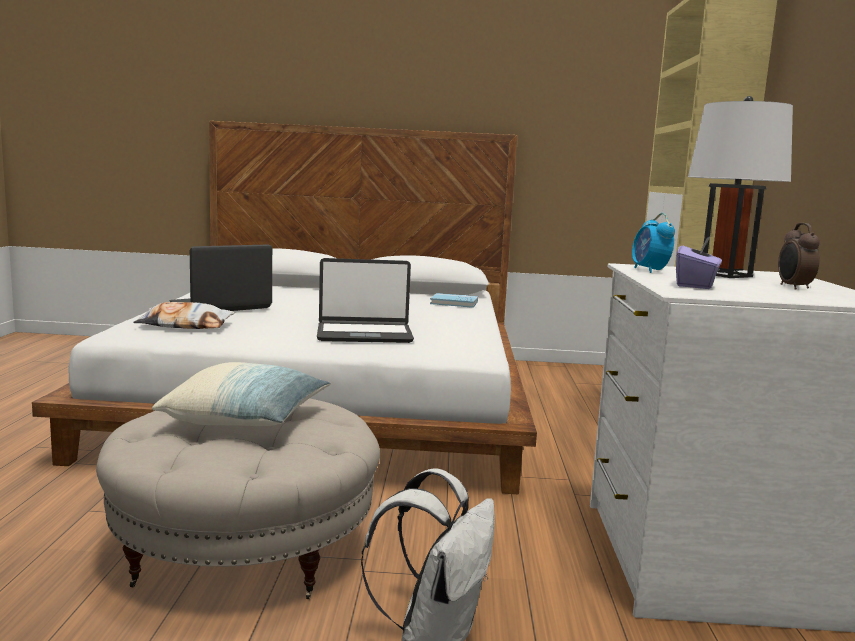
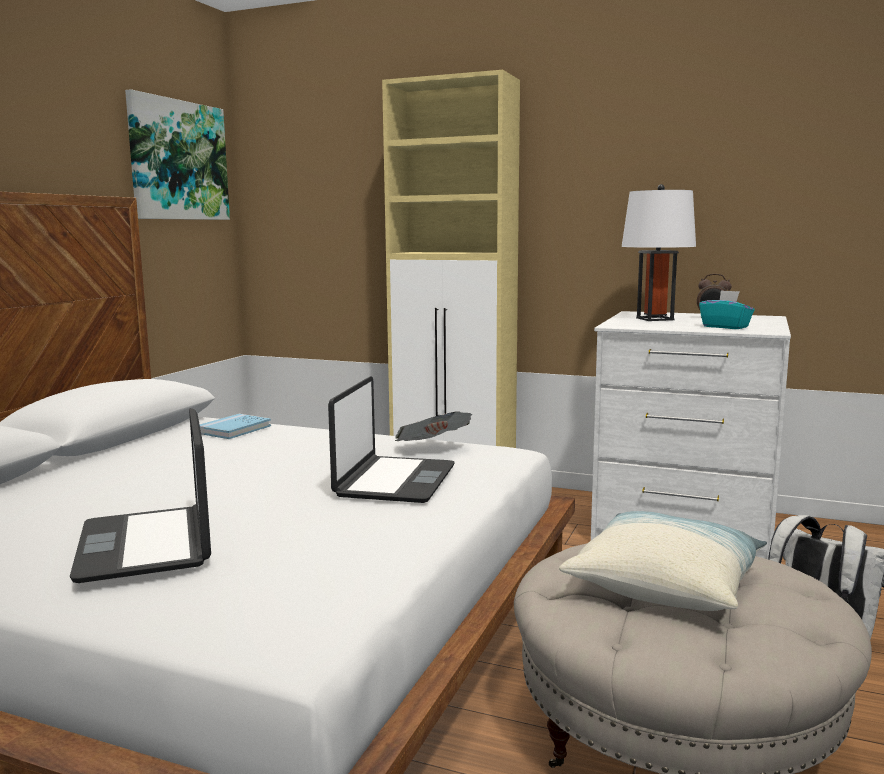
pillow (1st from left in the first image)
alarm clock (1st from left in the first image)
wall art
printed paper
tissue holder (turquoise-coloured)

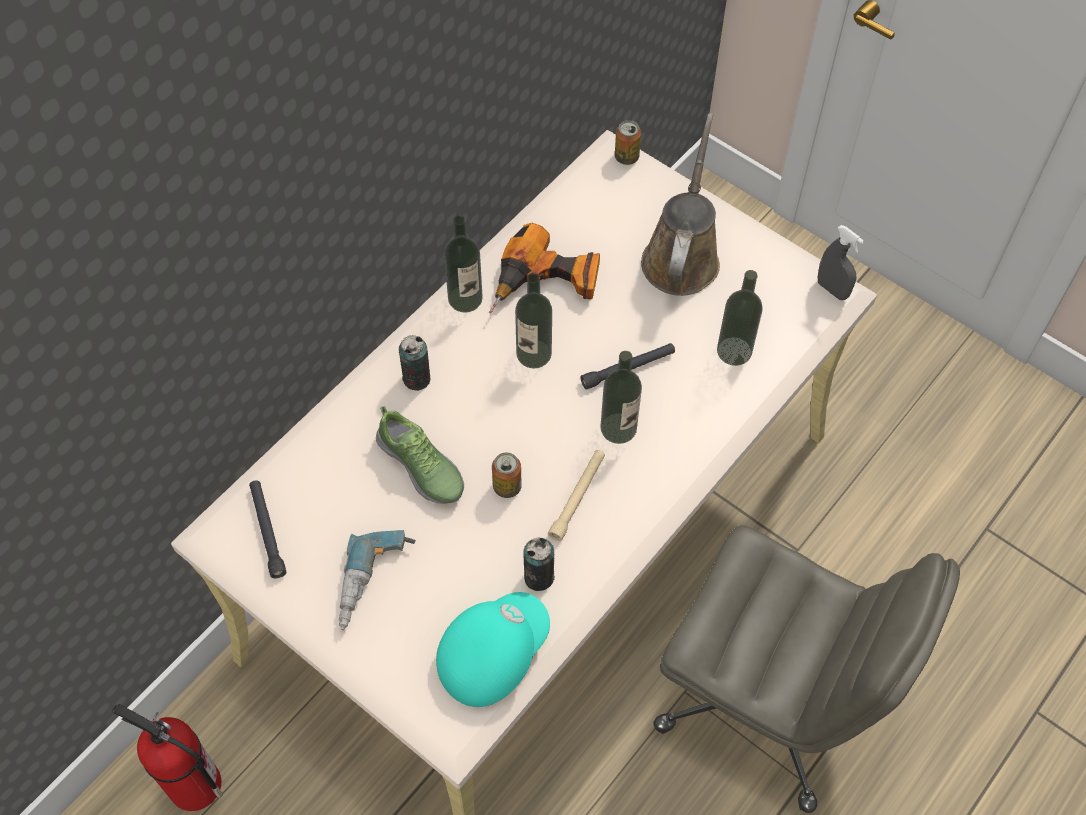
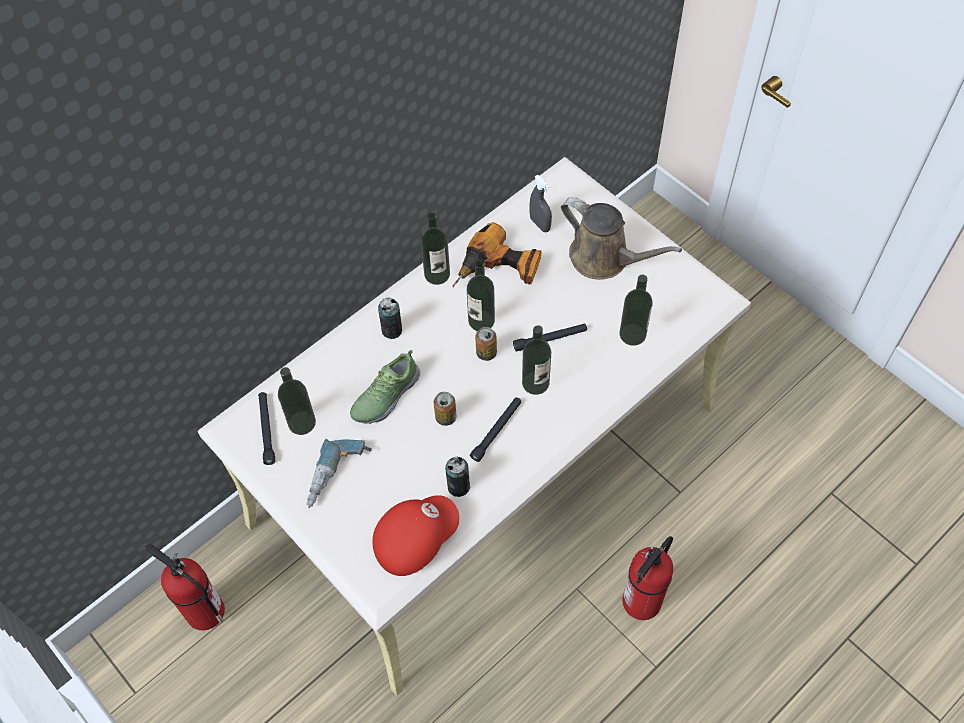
beverage bottle (1st from left)
metal can (4th from left)
spray bottle (greyish)
fire-fighting cylinder (2nd from left)
baseball cap (reddish)
hand torch (blackish) (2nd from left)
item of footwear
watering pot (brownish)

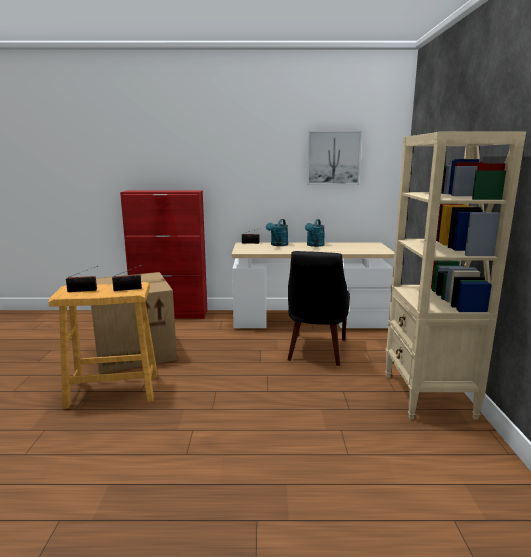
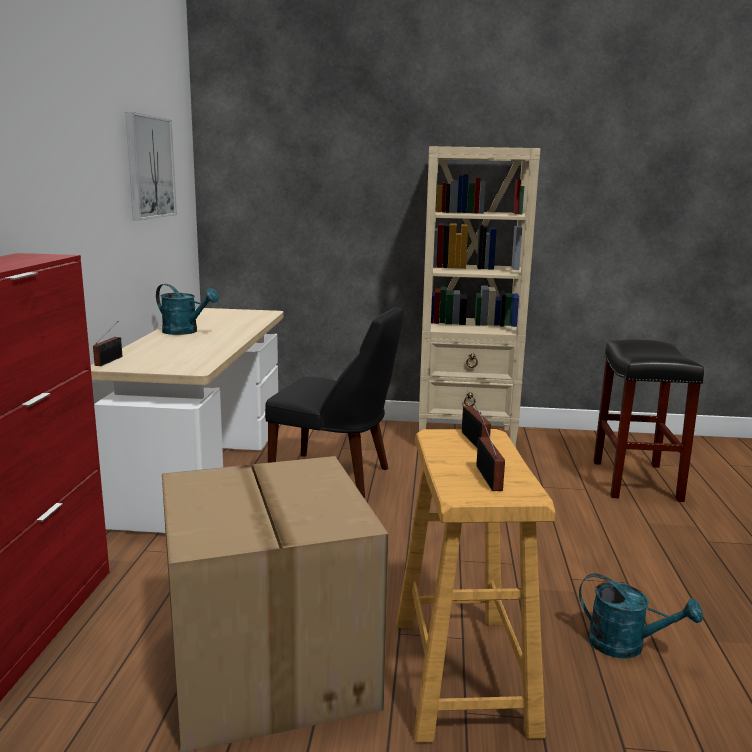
stool seat (blackish)
watering pot (turquoise-coloured) (2nd from left)

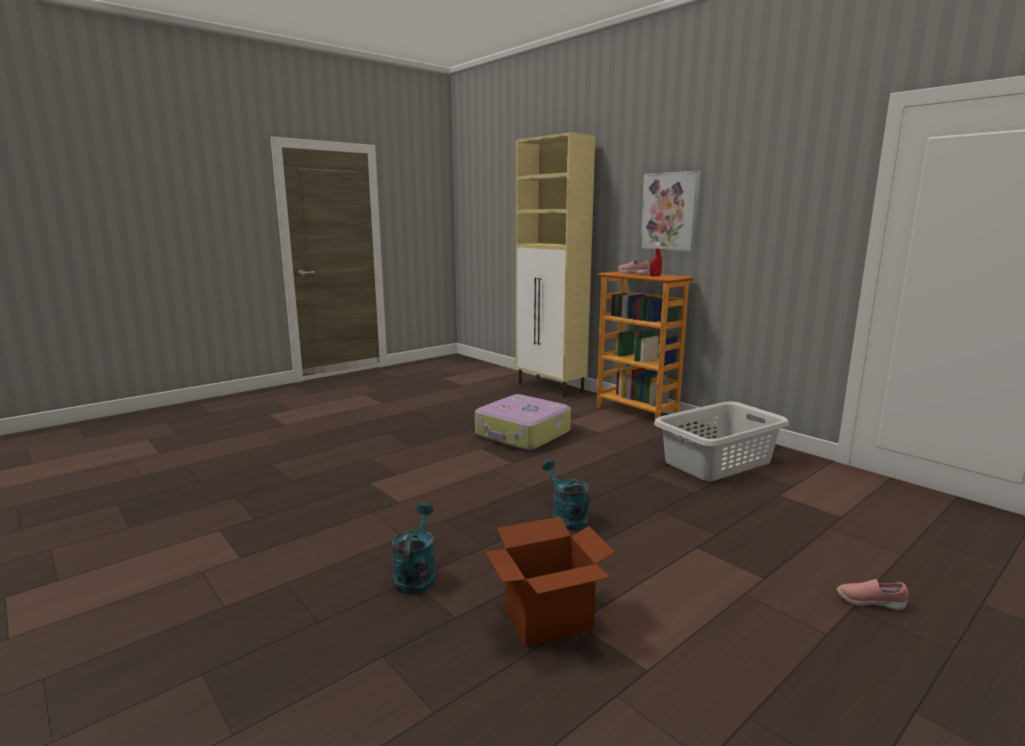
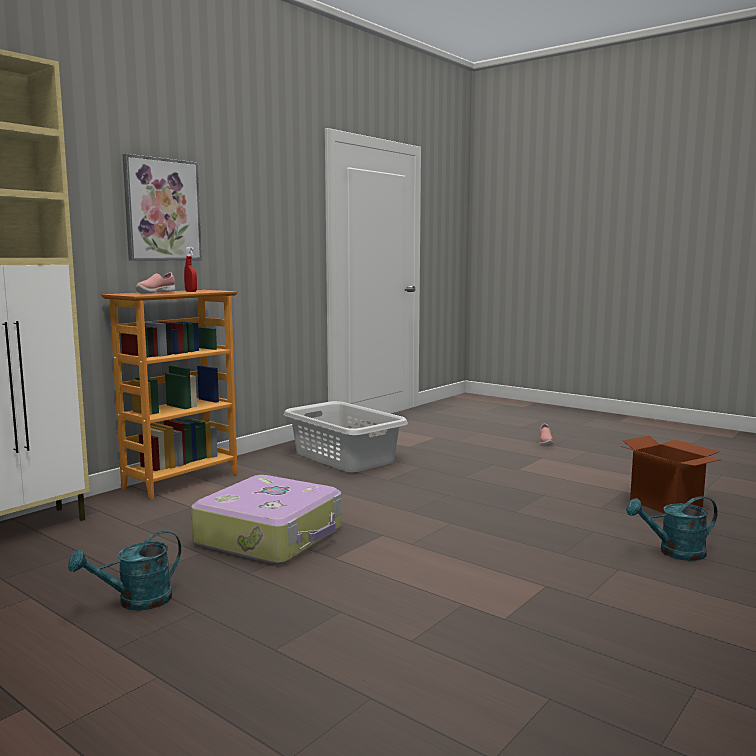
watering pot (turquoise-coloured) (1st from left)

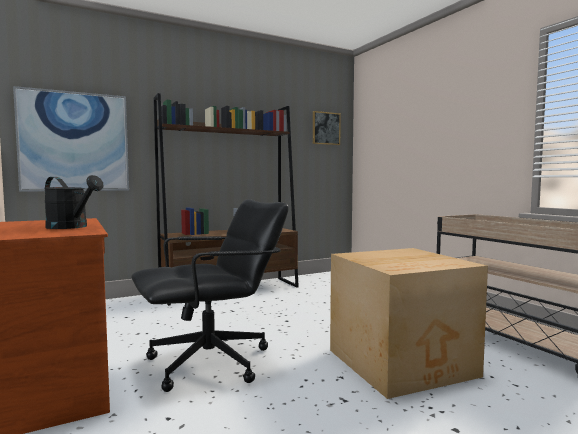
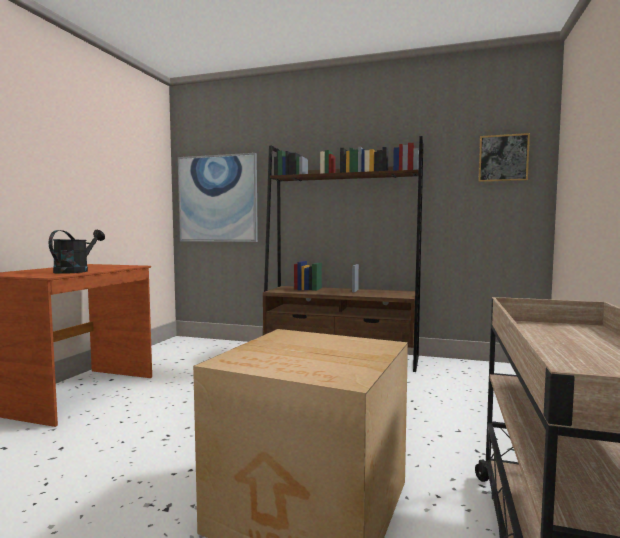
office chair (blackish)
watering pot (blackish)

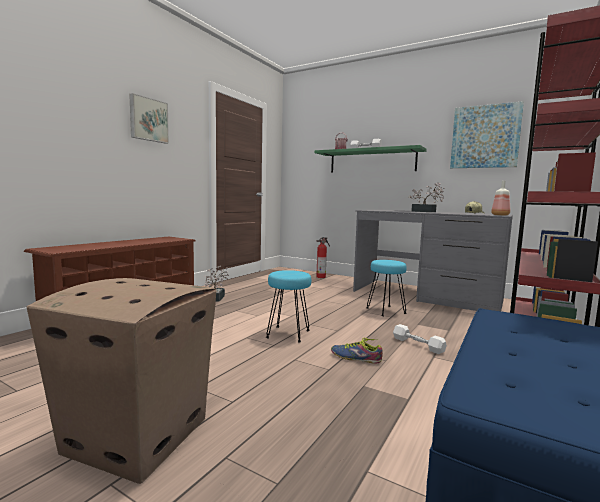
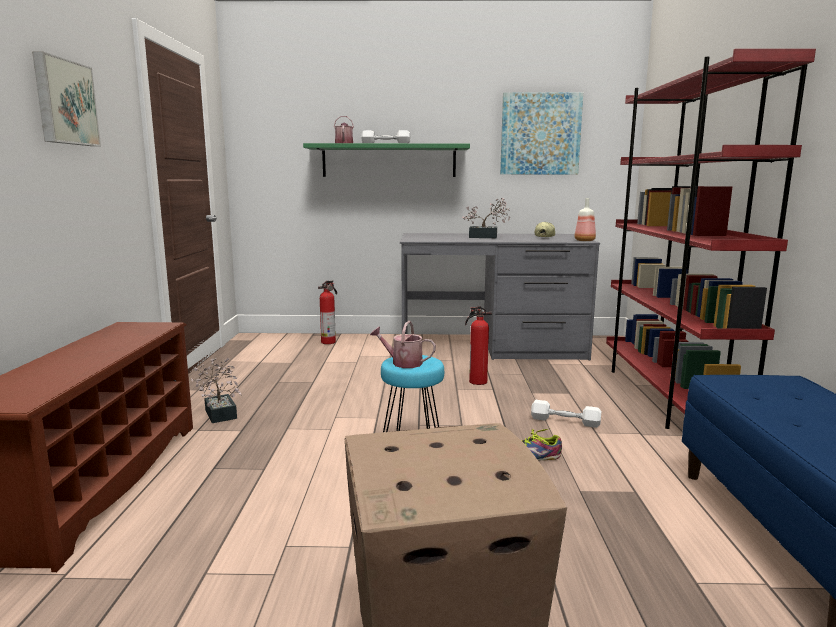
watering pot (2nd from left)
fire-fighting cylinder (2nd from left)

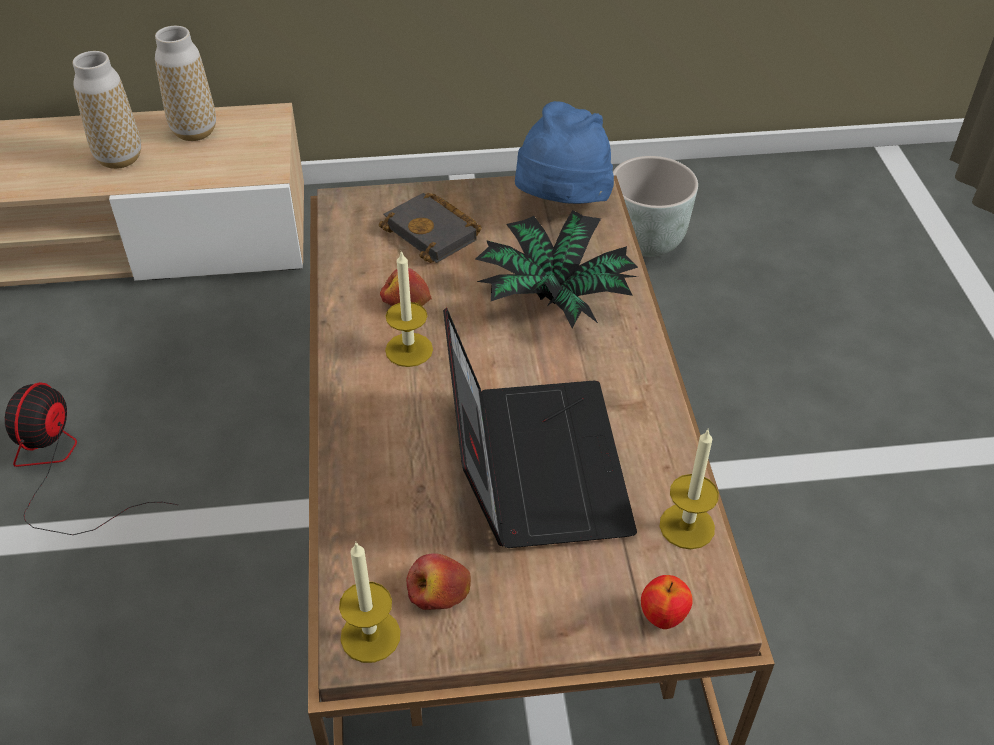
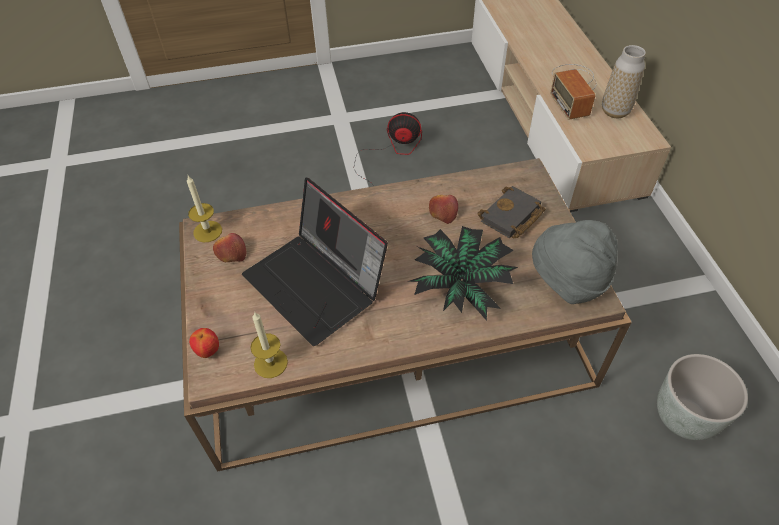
wax light (2nd from left in the first image)
radio
clothing hat (greyish)
portable computer

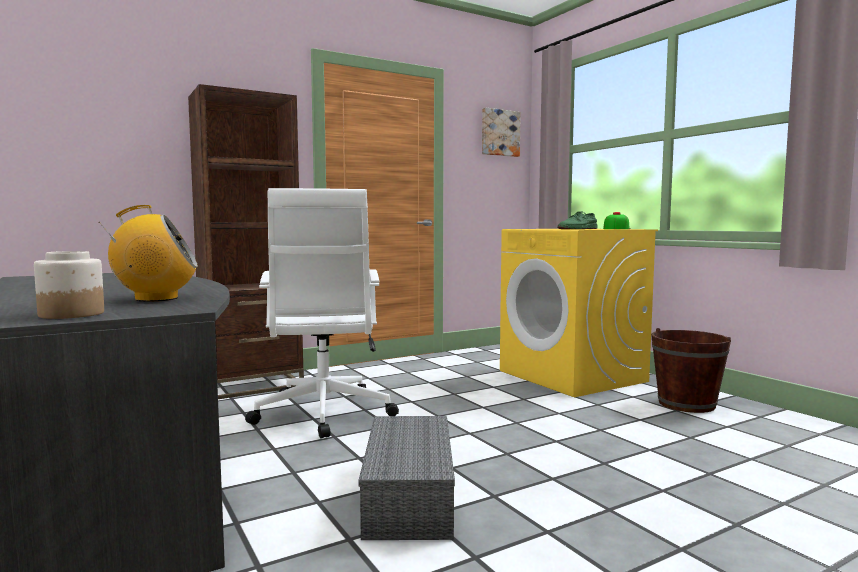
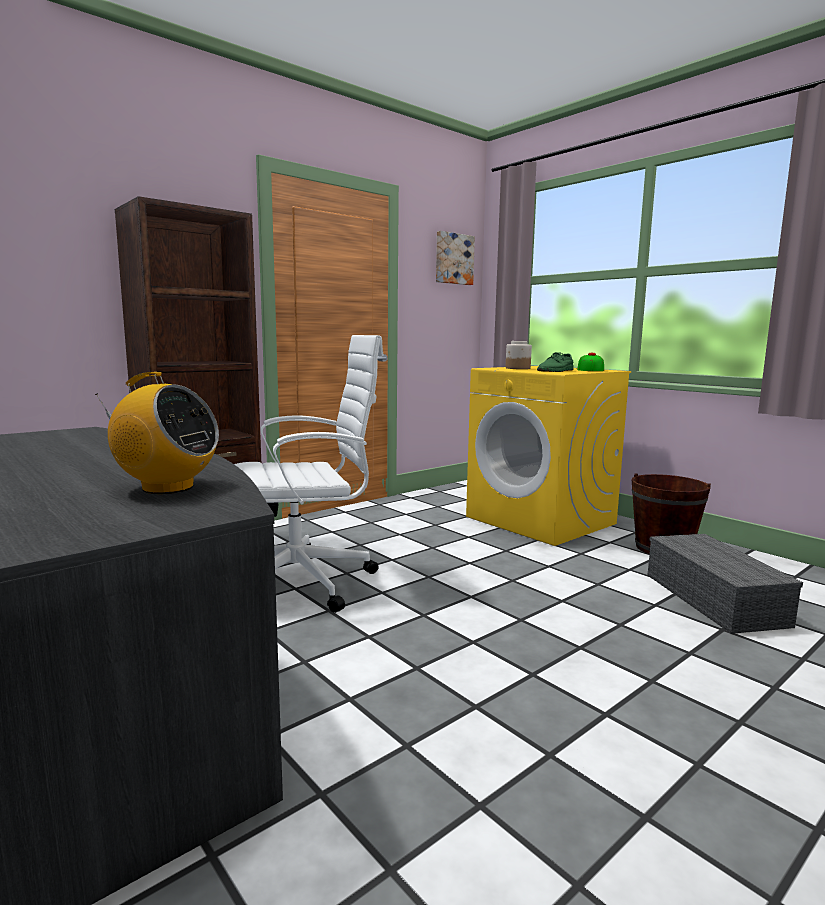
jar
storage box (greyish)
radio
office chair (white)

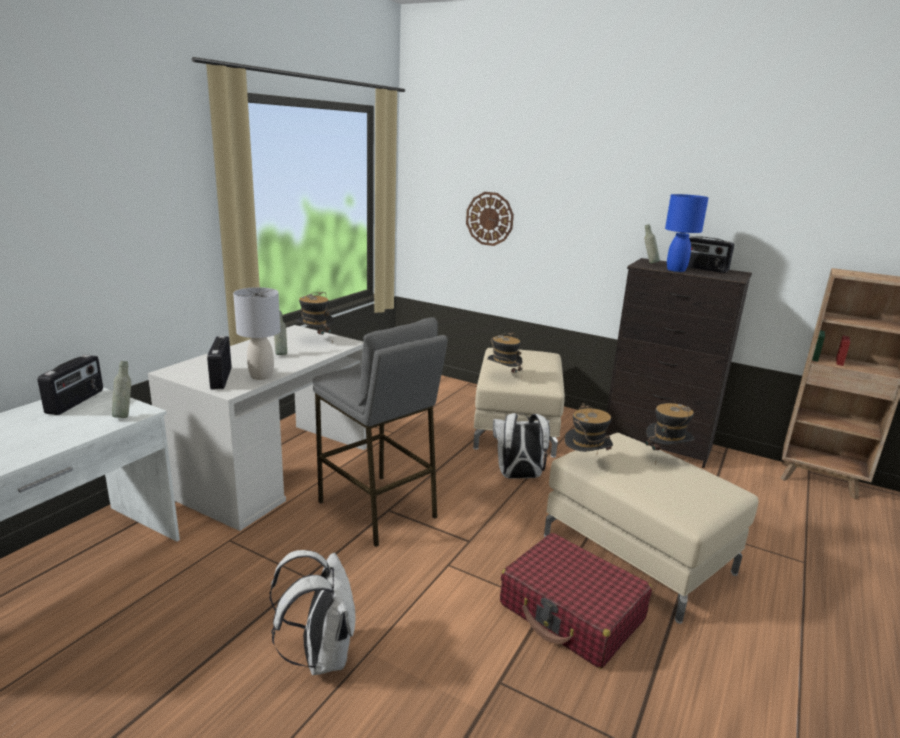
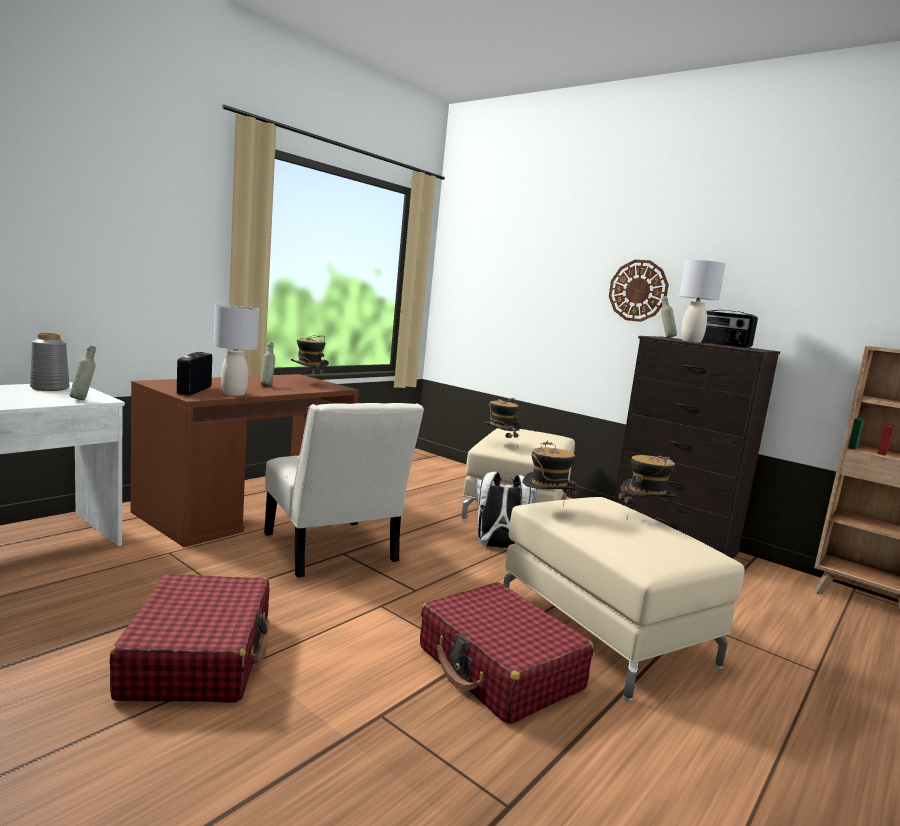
hanging clock
vase (greyish)
piece of luggage (reddish) (1st from left)
plain chair (white)
desk (brownish)
tabletop lamp (greyish) (2nd from left)

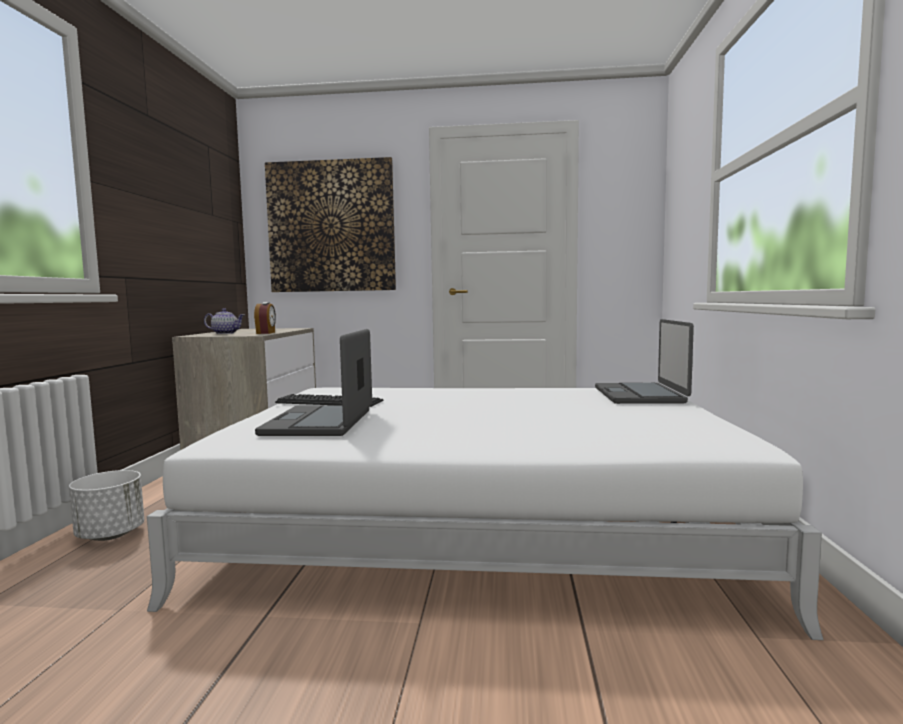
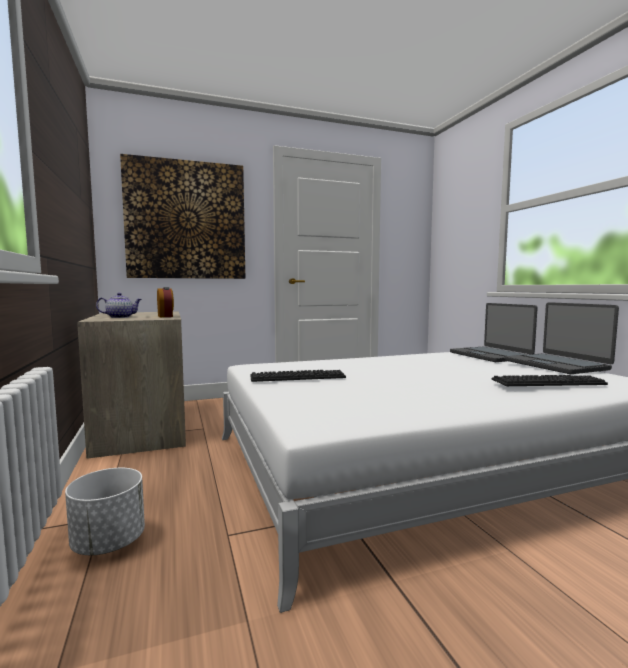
PC keyboard (2nd from left)
portable computer (2nd from left)

